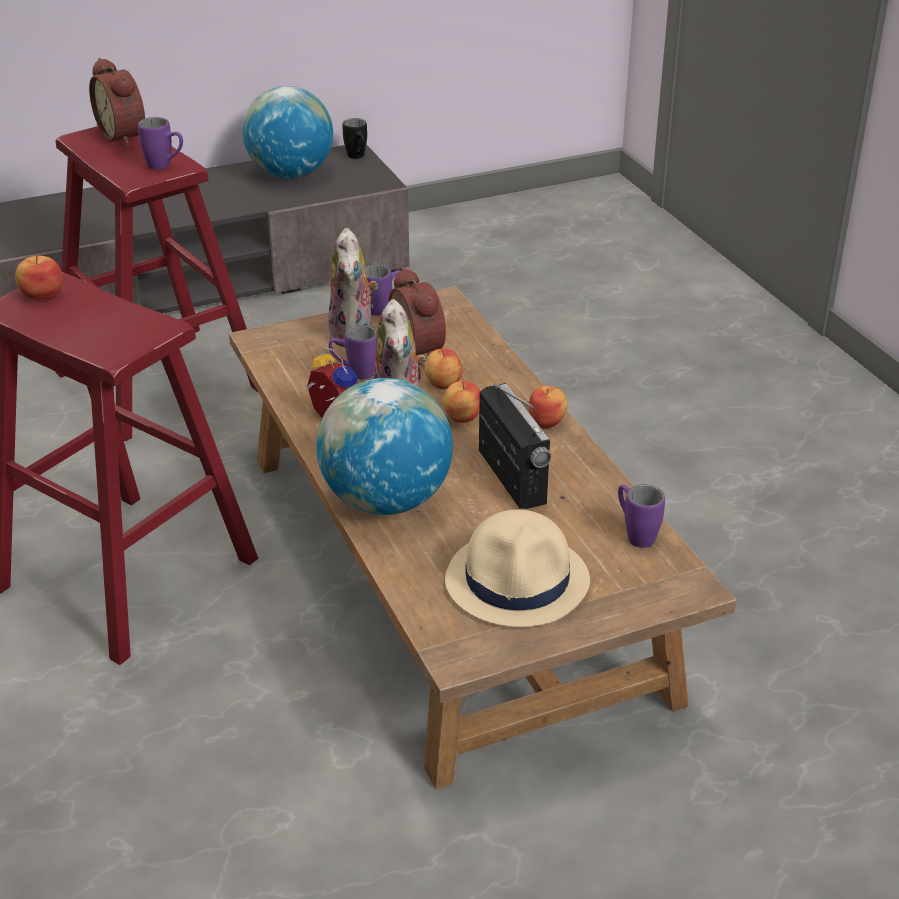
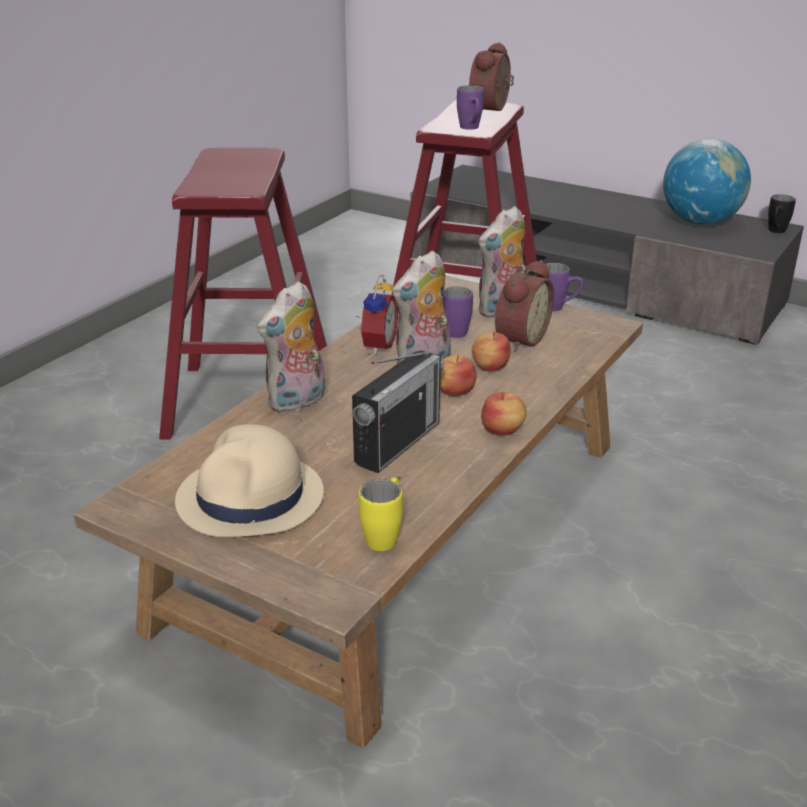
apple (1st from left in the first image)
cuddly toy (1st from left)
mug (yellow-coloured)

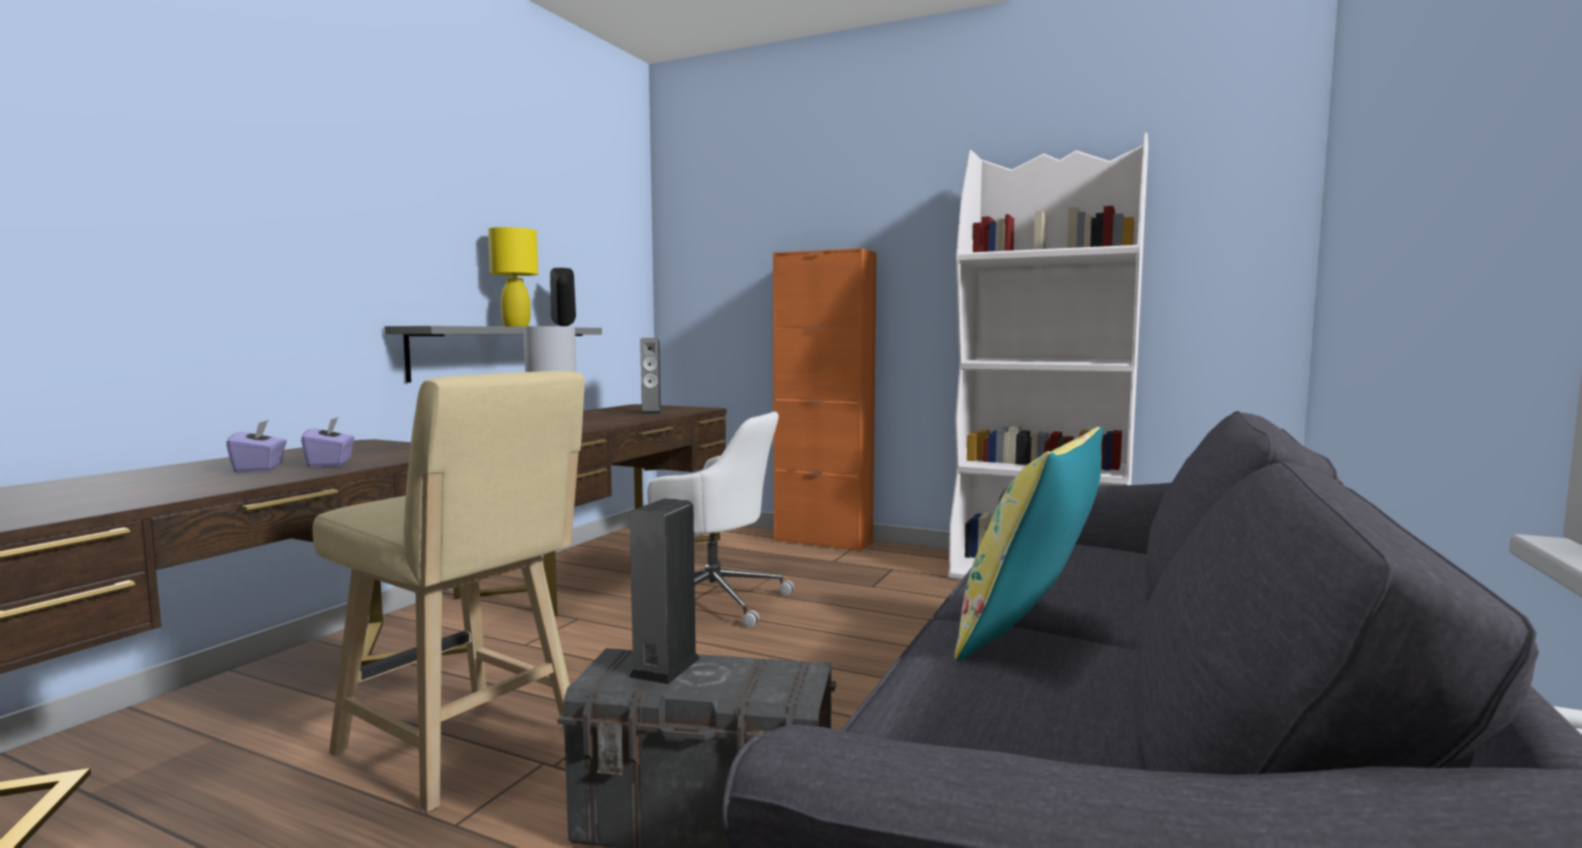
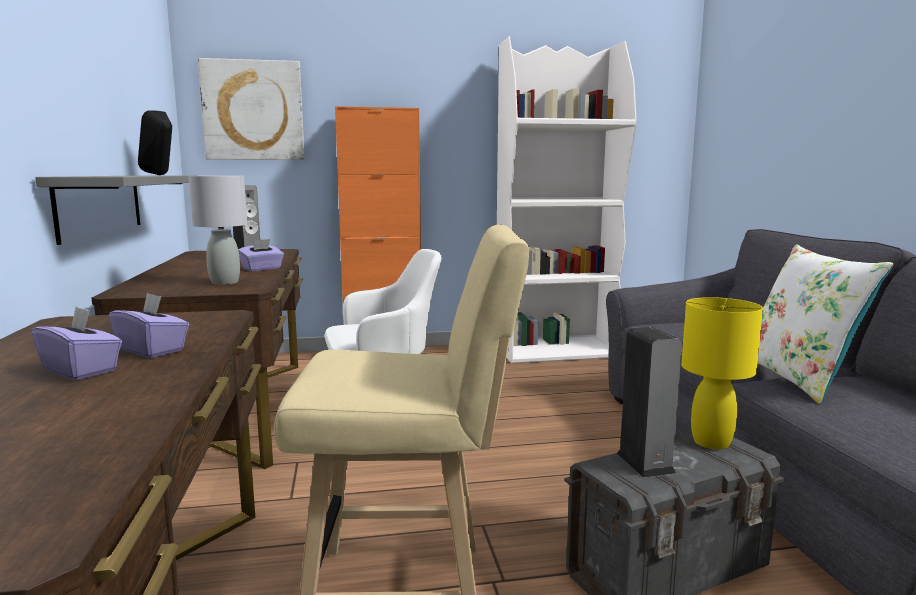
wall art
tissue holder (purplish) (3rd from left)
tabletop lamp (yellow-coloured)
pillow (white)

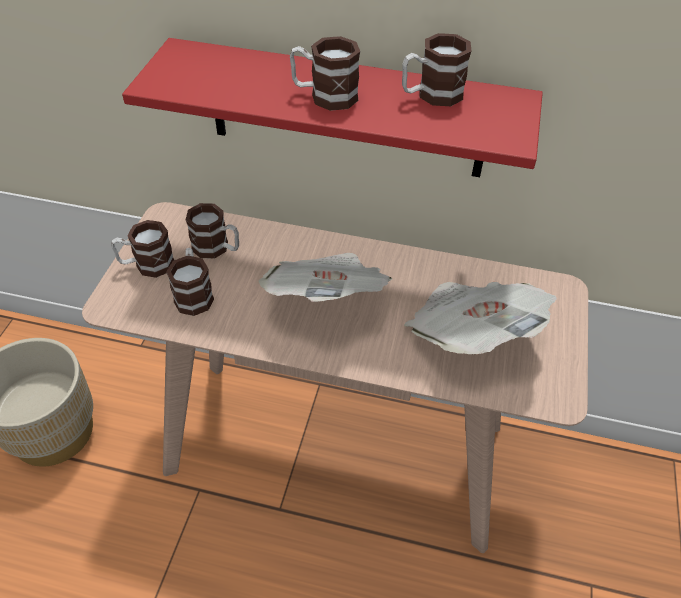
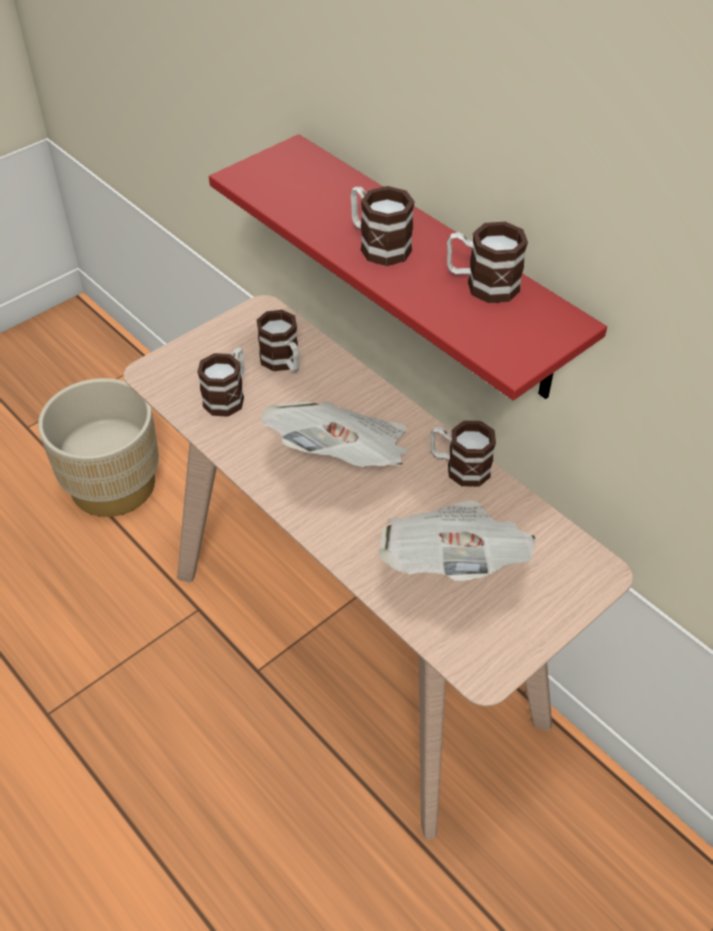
mug (4th from left)

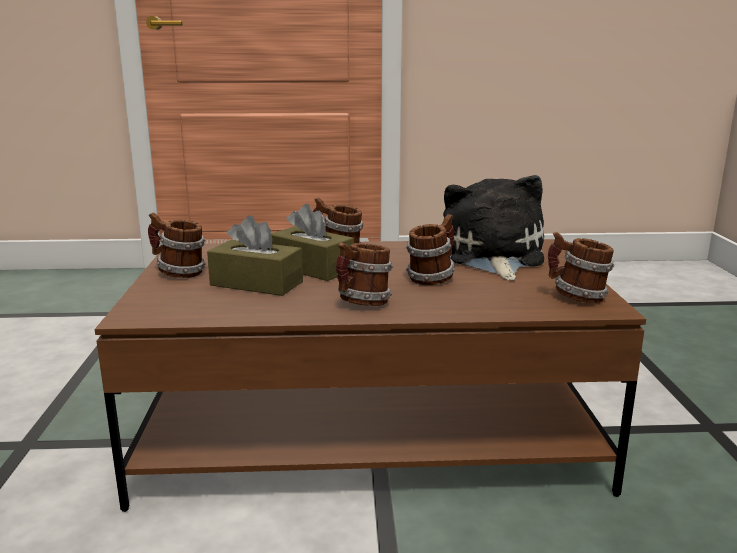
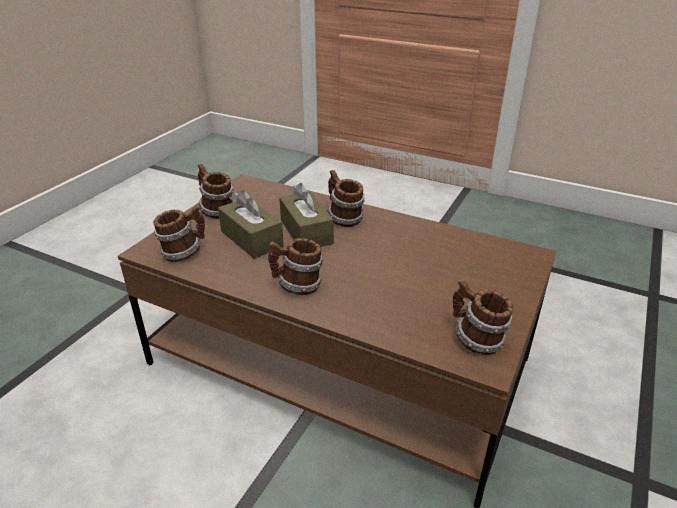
cuddly toy
mug (1st from left)

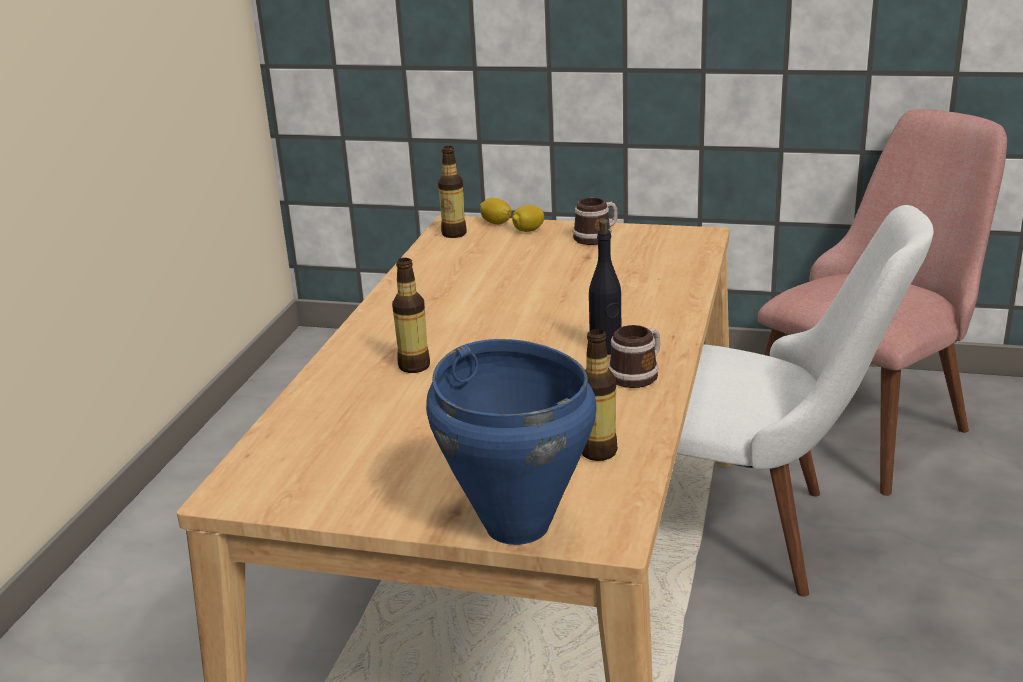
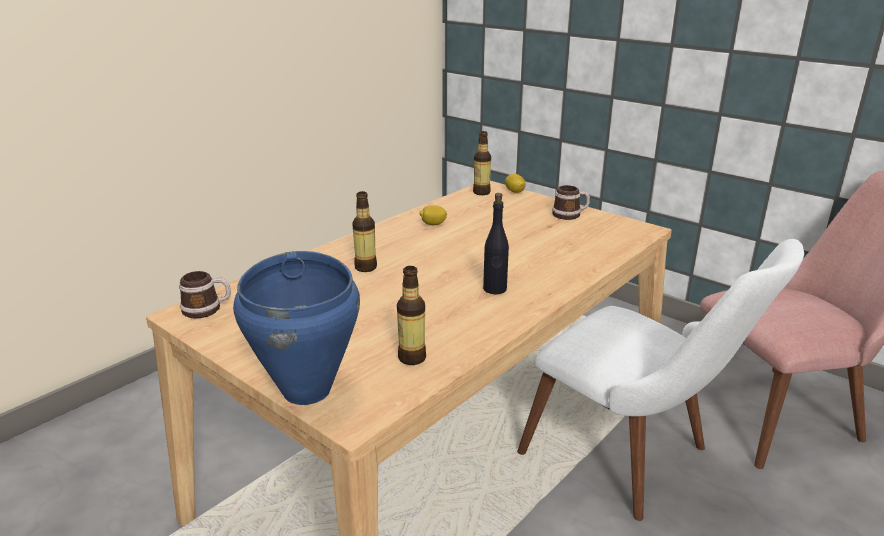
lemon (1st from left)
mug (1st from left)

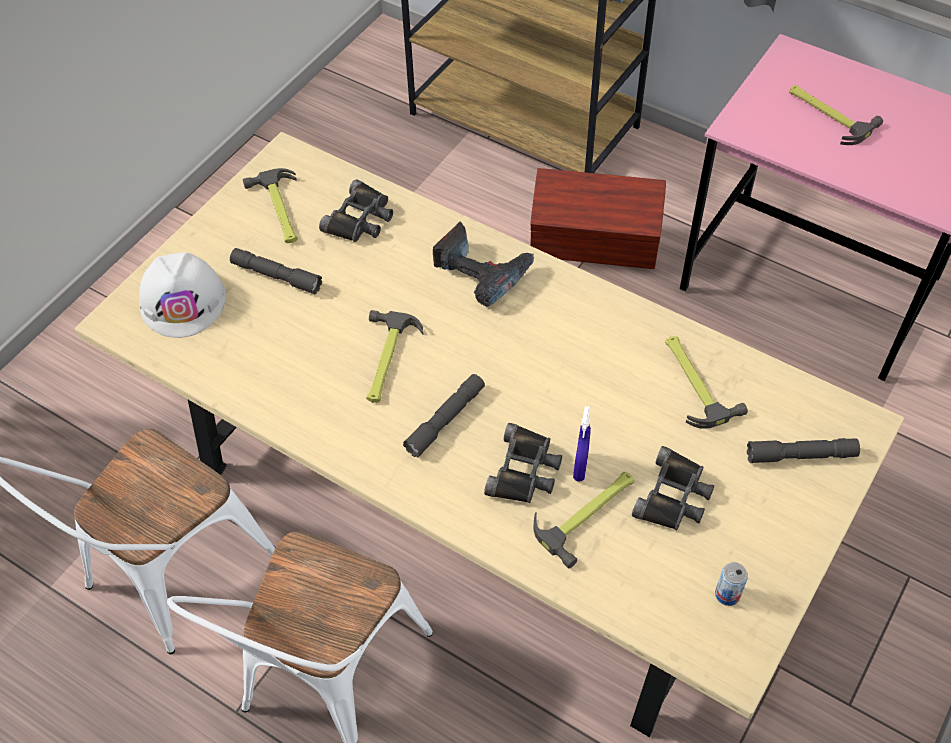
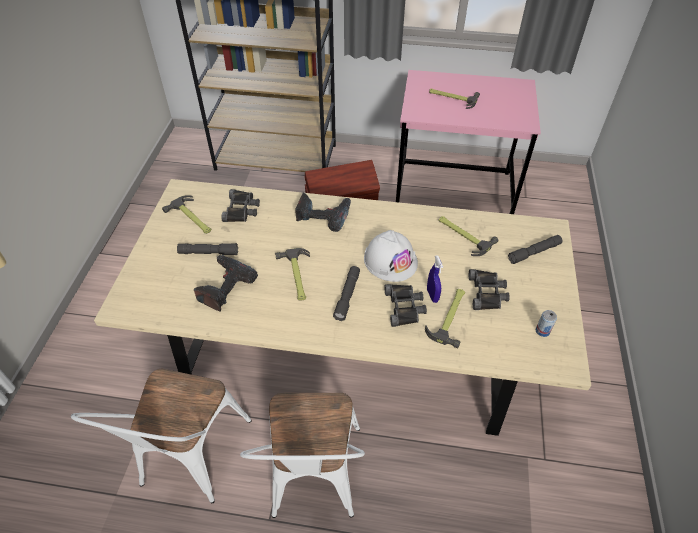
electric drill (1st from left)
safety helmet (white)

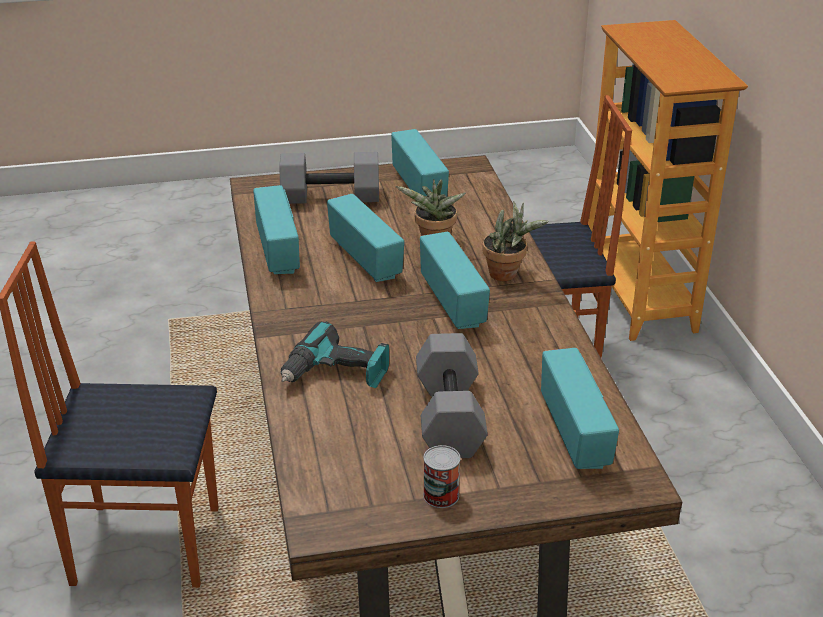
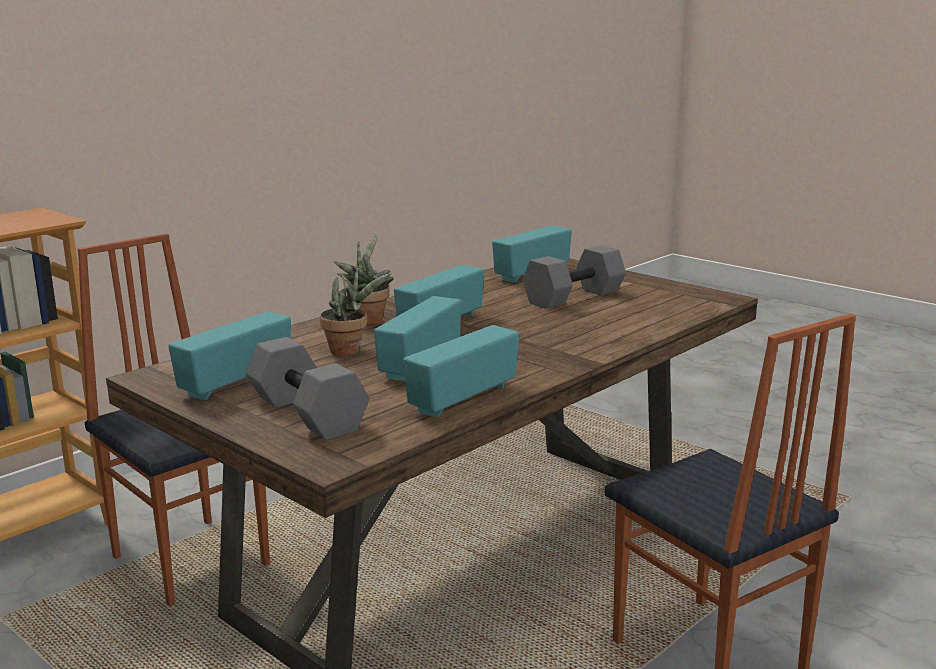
electric drill
metal can

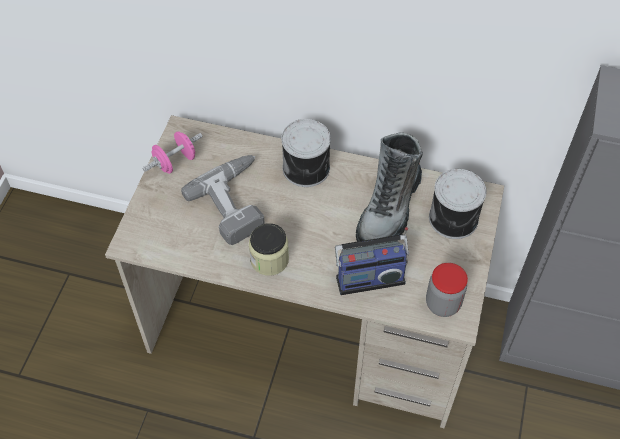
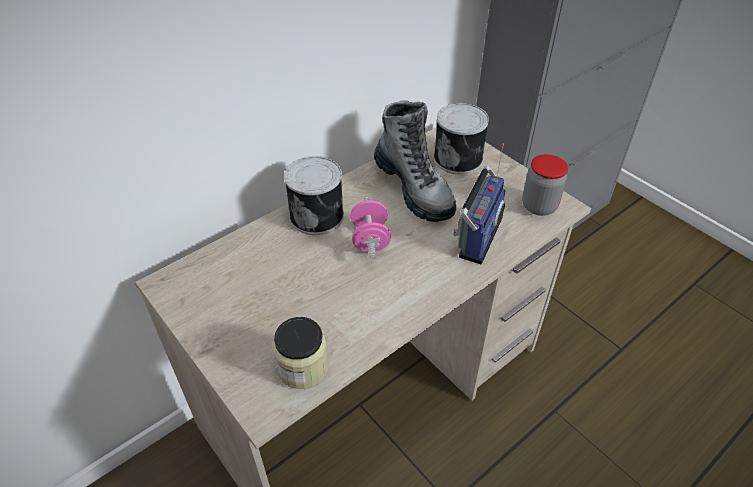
electric drill
hand weight (pink)
jar (1st from left)

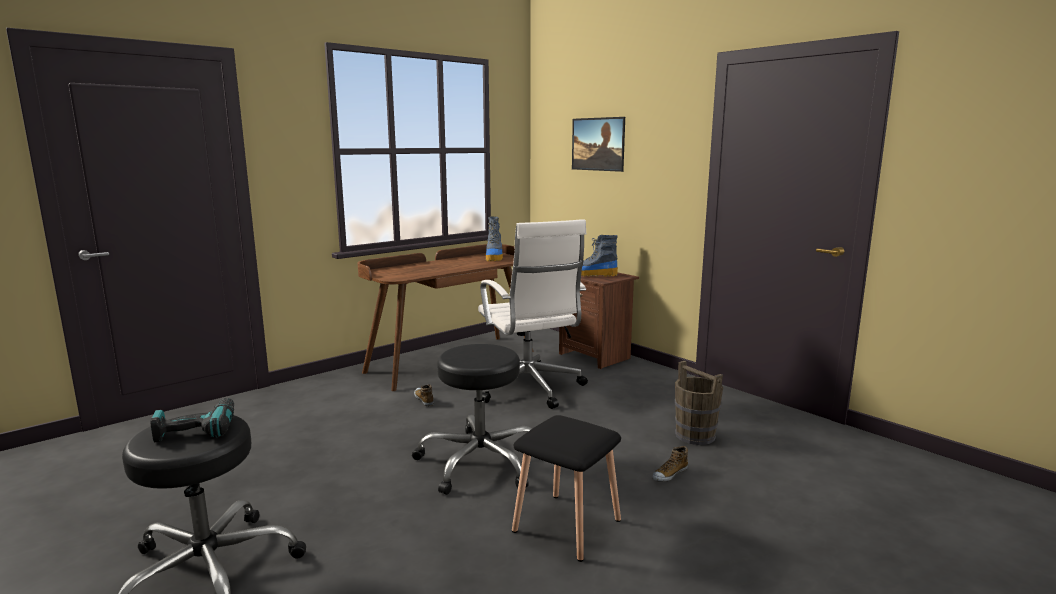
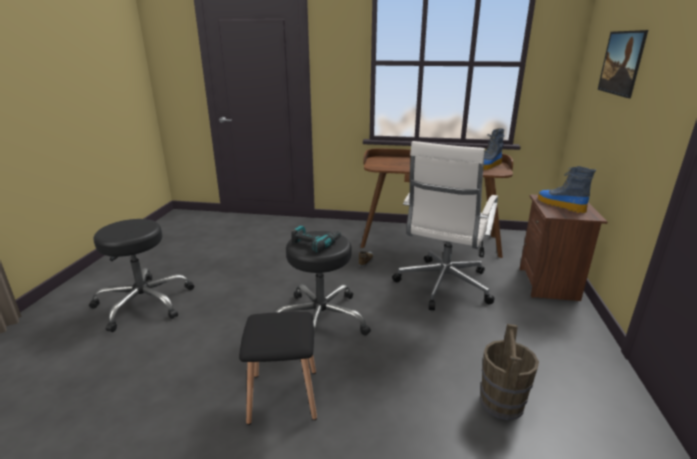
item of footwear (2nd from left in the first image)
electric drill

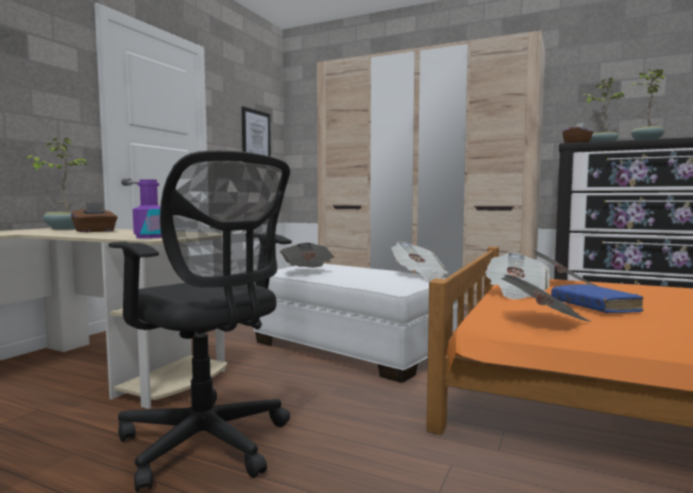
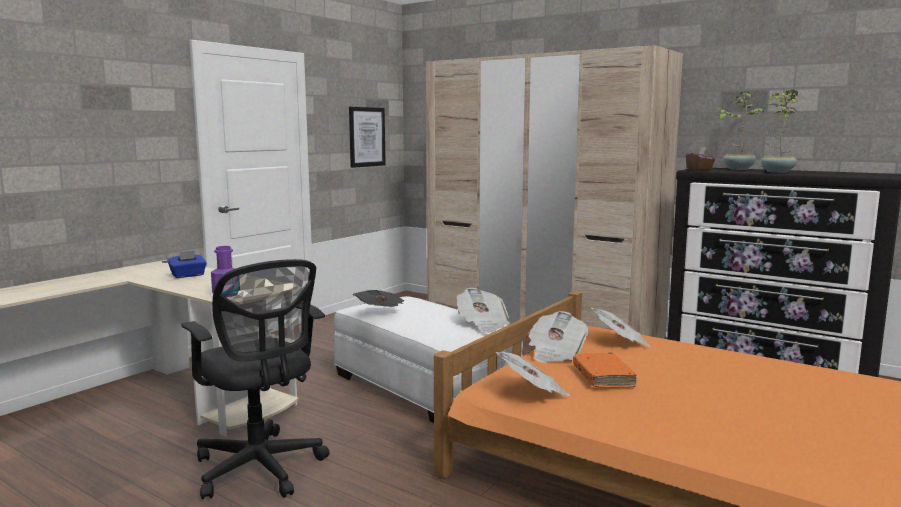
potted plant (1st from left in the first image)
tissue holder (blue)
book (orangey)

